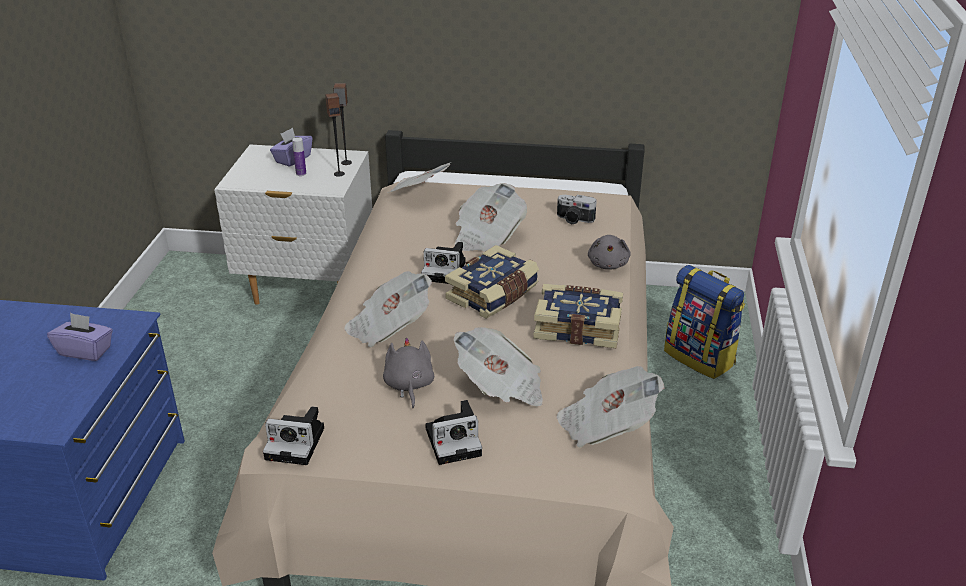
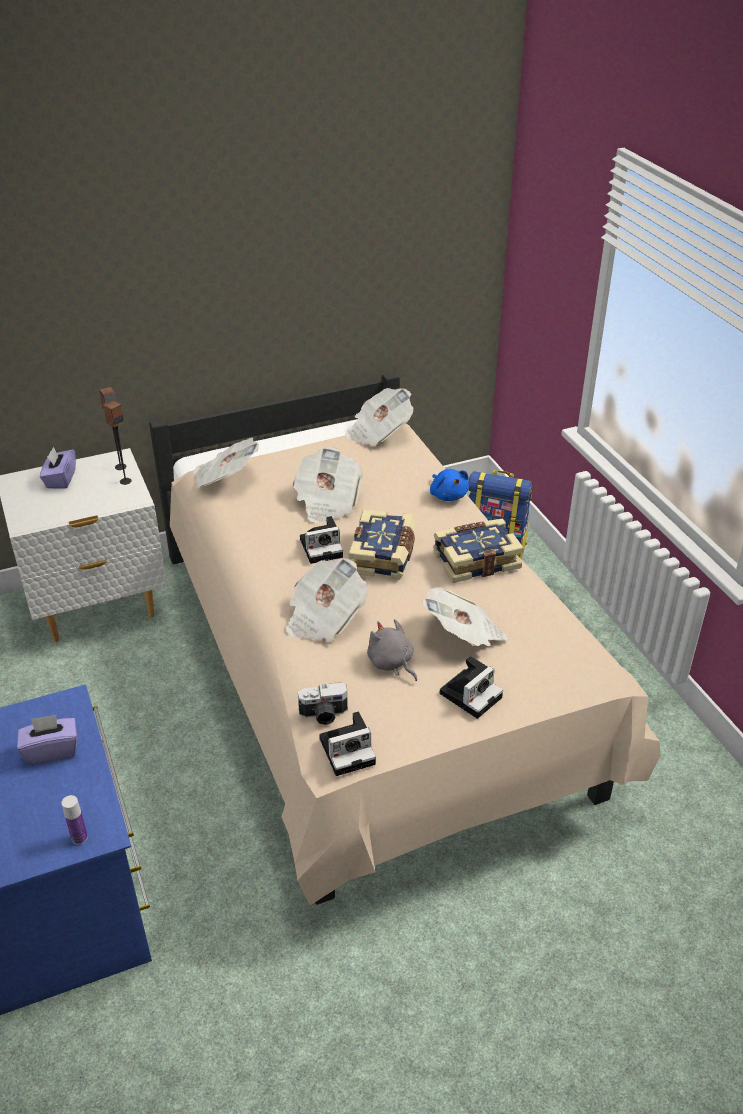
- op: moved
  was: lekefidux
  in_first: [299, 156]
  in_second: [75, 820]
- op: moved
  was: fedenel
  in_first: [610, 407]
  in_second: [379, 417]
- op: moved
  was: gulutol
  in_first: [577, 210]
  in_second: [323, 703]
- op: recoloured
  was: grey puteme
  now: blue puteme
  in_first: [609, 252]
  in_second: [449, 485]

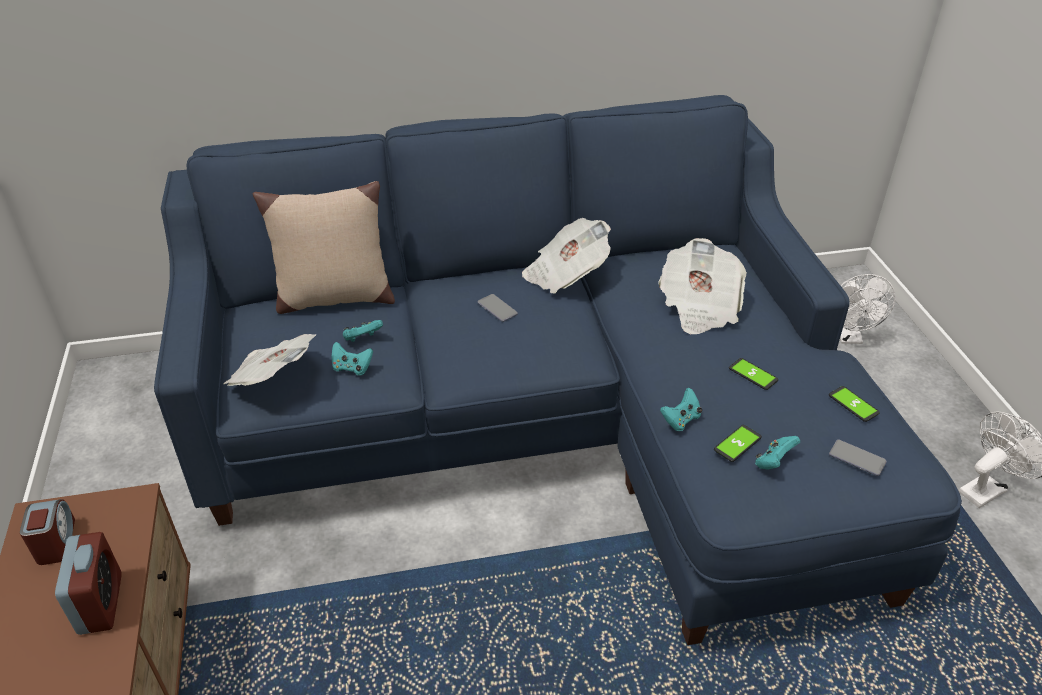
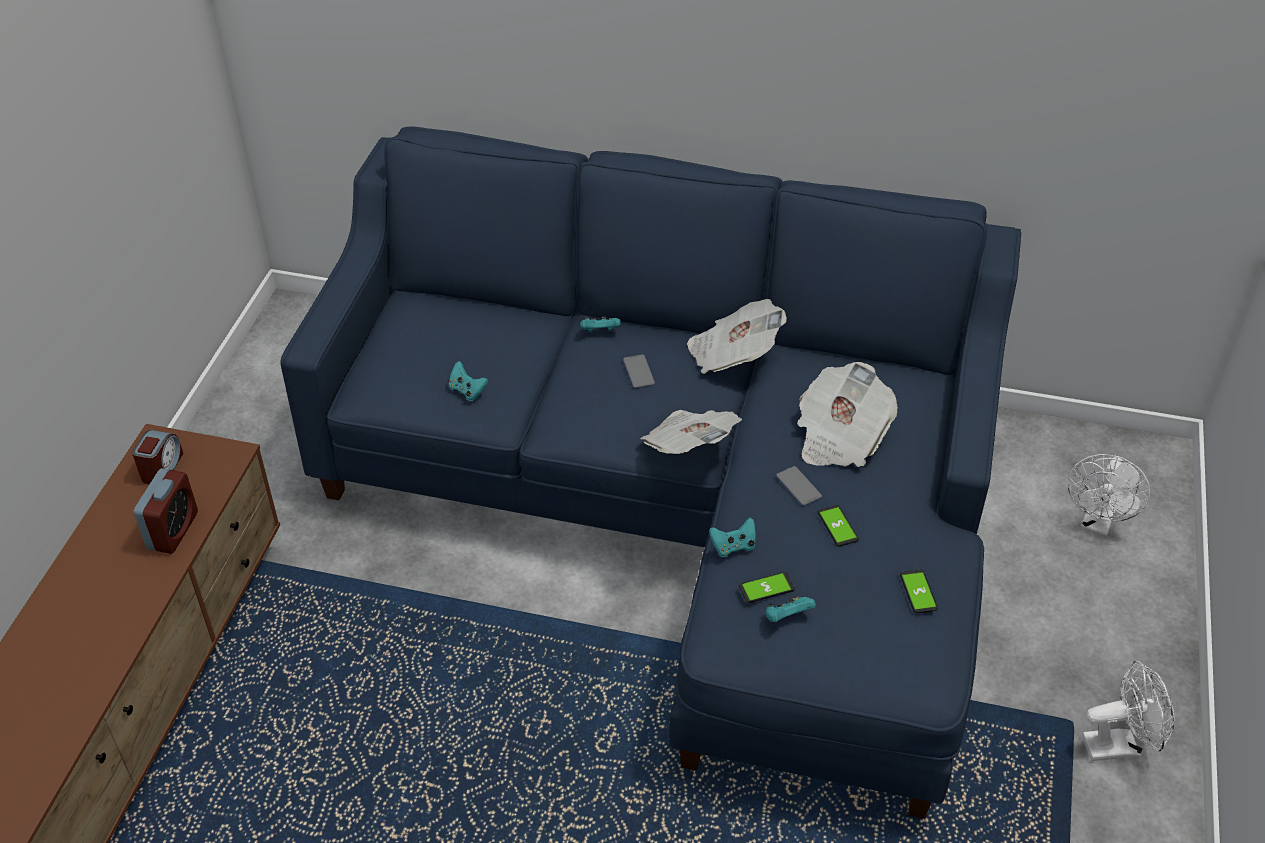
- op: removed
  was: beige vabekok
  in_first: [324, 247]
- op: moved
  was: fedenel
  in_first: [270, 360]
  in_second: [691, 432]
- op: moved
  was: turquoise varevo
  in_first: [363, 331]
  in_second: [600, 325]
- op: moved
  was: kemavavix
  in_first: [858, 457]
  in_second: [799, 486]

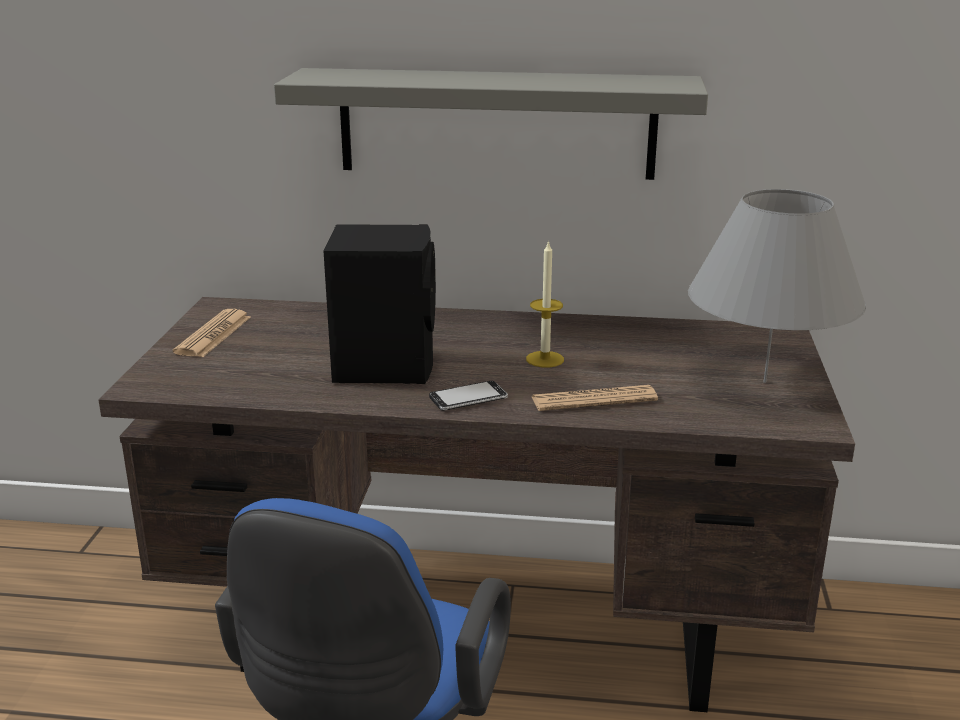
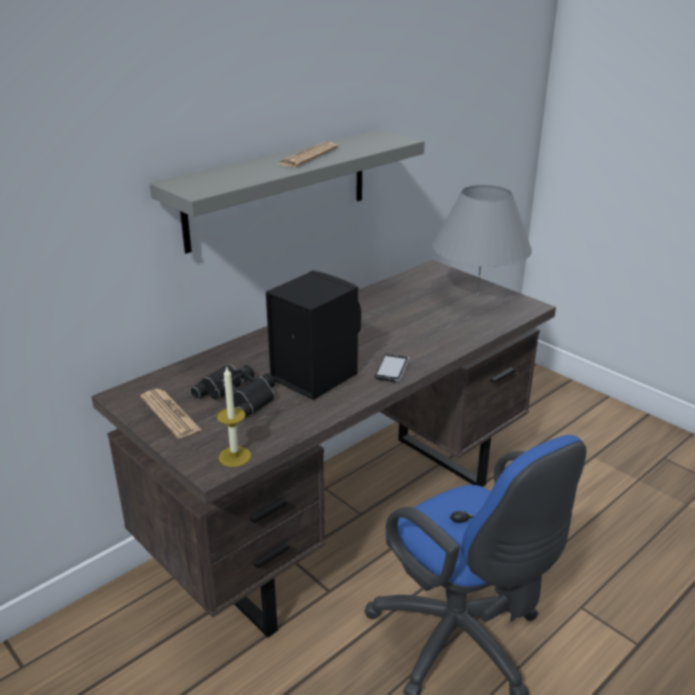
- op: added
  now: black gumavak
  in_second: [233, 391]
- op: moved
  was: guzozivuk
  in_first: [545, 304]
  in_second: [234, 417]
- op: moved
  was: fedenel
  in_first: [595, 398]
  in_second: [308, 154]

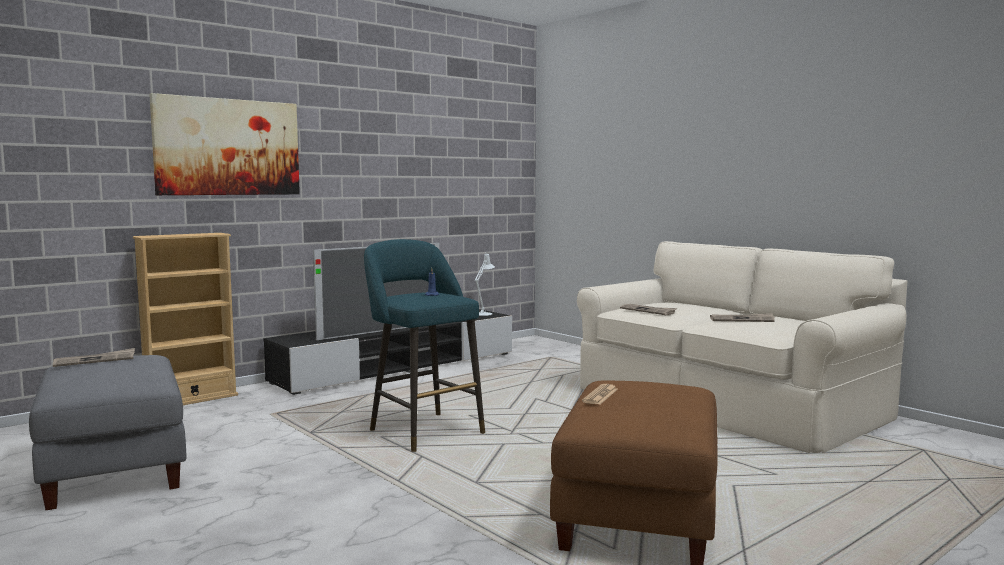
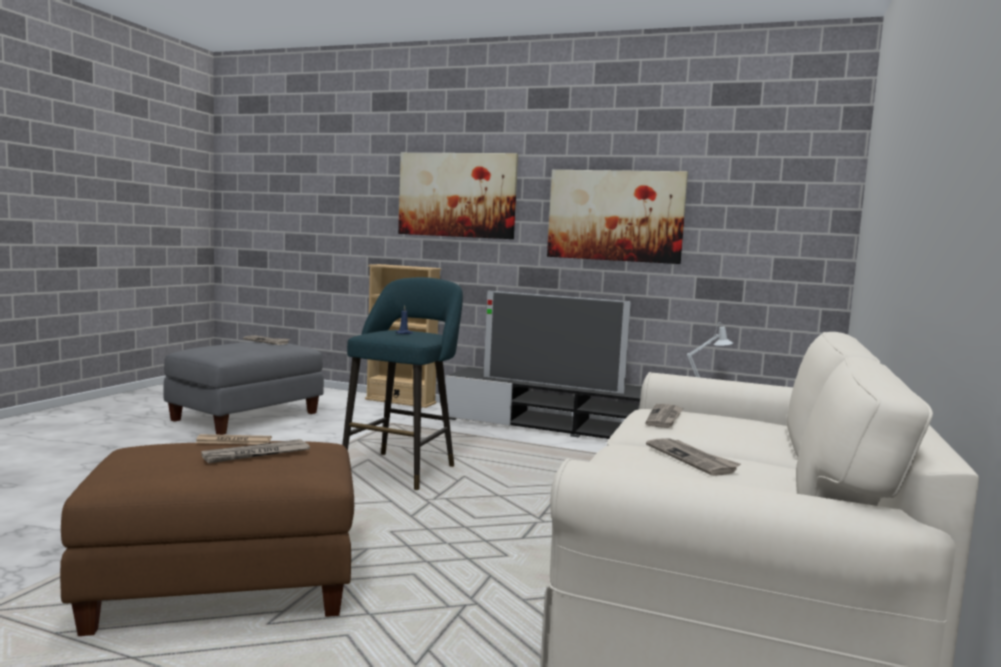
- op: added
  now: fedenel
  in_second: [255, 451]
- op: added
  now: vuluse
  in_second: [617, 217]

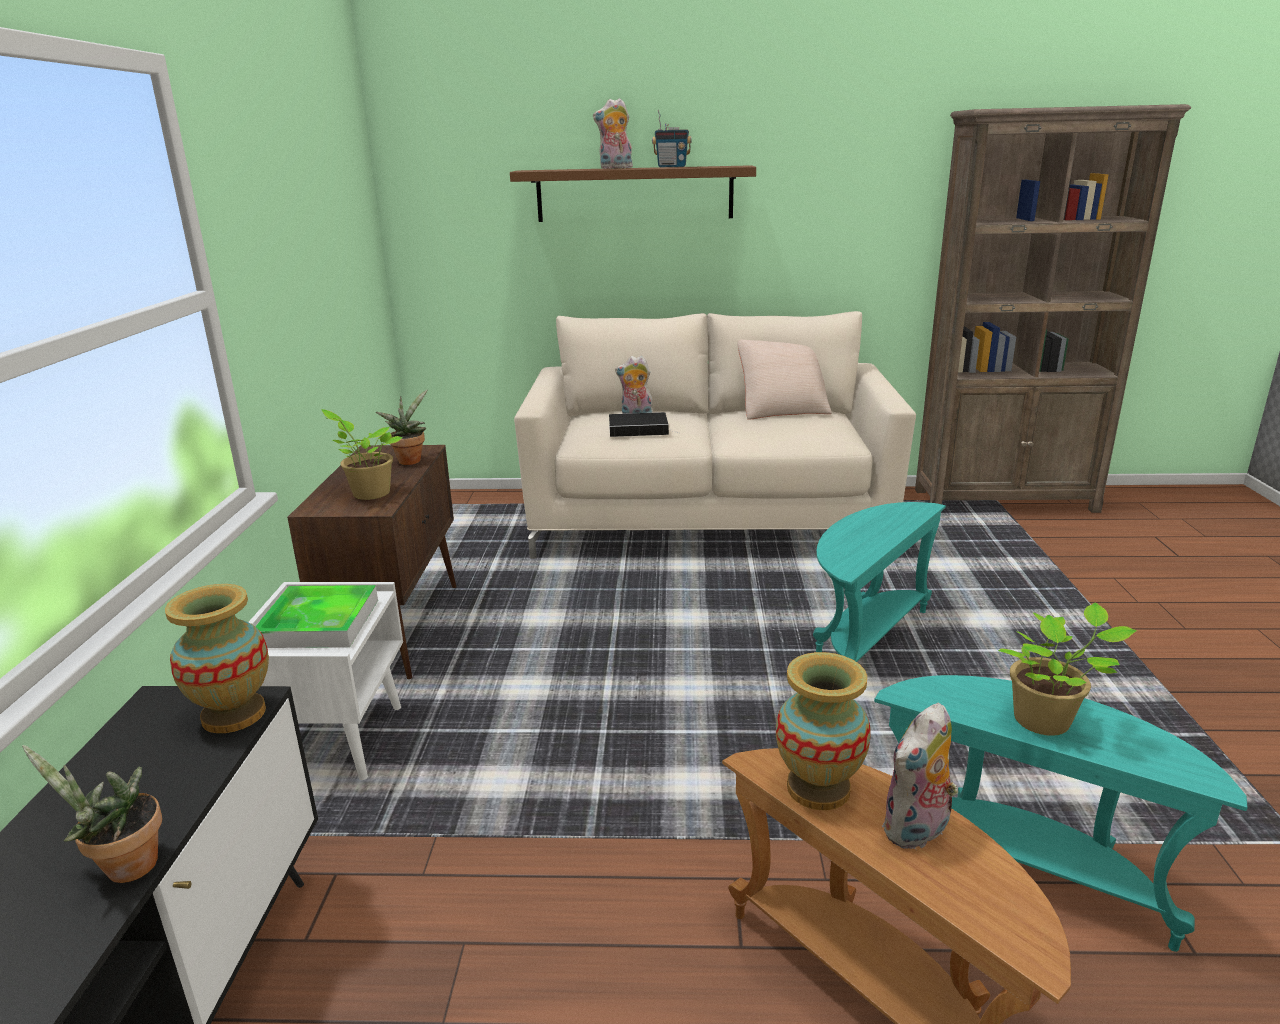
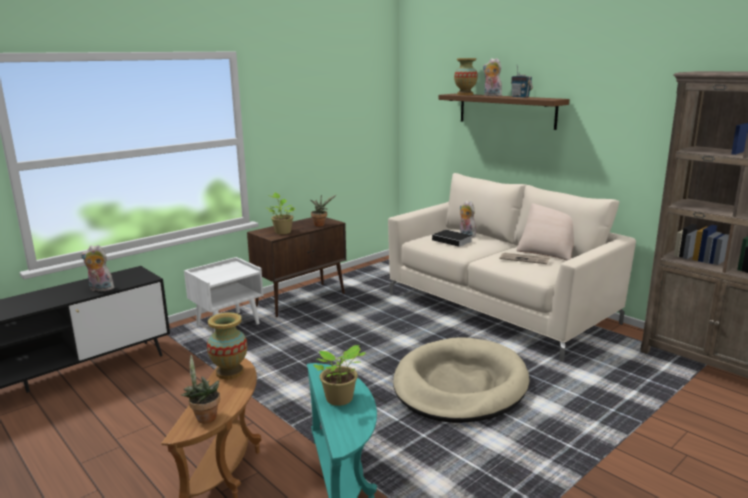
- op: removed
  was: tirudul
  in_first: [316, 616]
- op: added
  now: fedenel
  in_second: [525, 258]
- op: moved
  was: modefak
  in_first: [92, 814]
  in_second: [200, 389]
- op: moved
  was: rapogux
  in_first: [217, 658]
  in_second: [466, 76]
- op: moved
  was: puteme
  in_first: [920, 776]
  in_second: [97, 268]
- op: replaced
  was: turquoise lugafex
  now: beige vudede
  in_first: [879, 582]
  in_second: [461, 380]

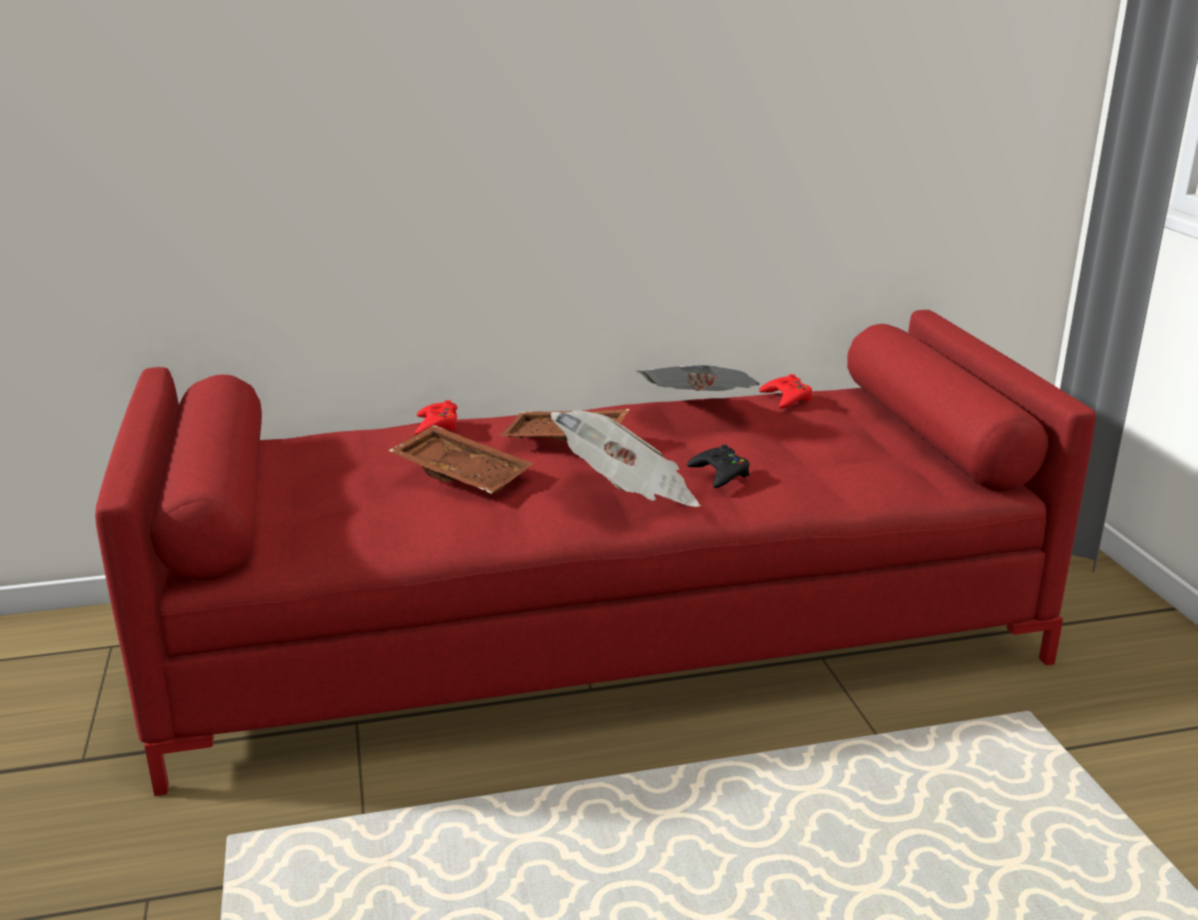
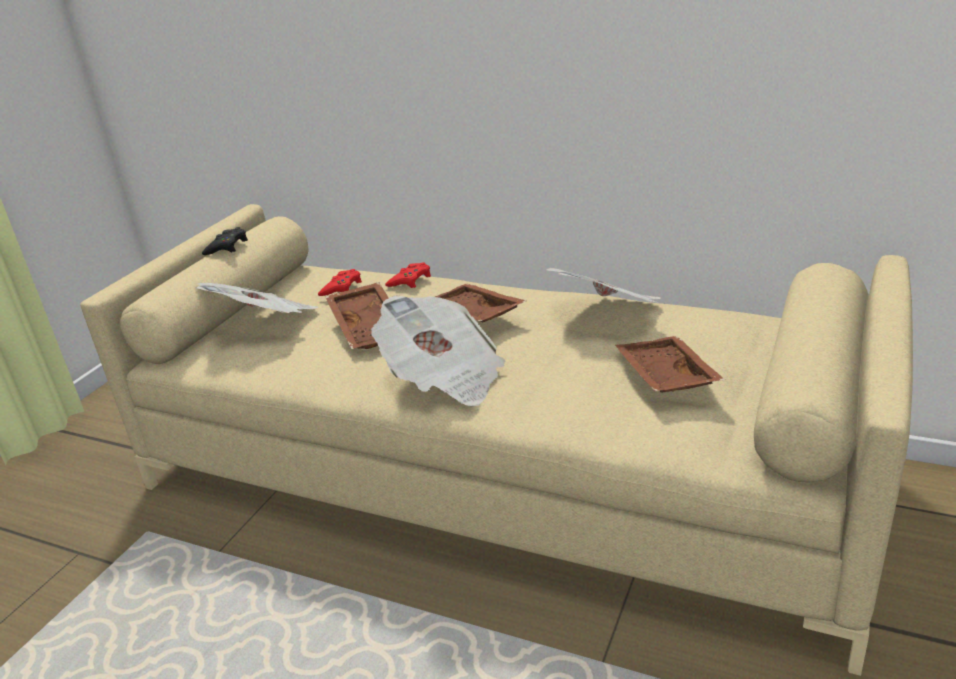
- op: added
  now: fedenel
  in_second: [256, 298]
- op: added
  now: brown tirudul
  in_second: [670, 364]
- op: moved
  was: black varevo
  in_first: [718, 466]
  in_second: [225, 241]
- op: moved
  was: red varevo
  in_first: [785, 391]
  in_second: [340, 282]
- op: recoloured
  was: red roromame
  now: beige roromame
  in_first: [595, 553]
  in_second: [496, 440]

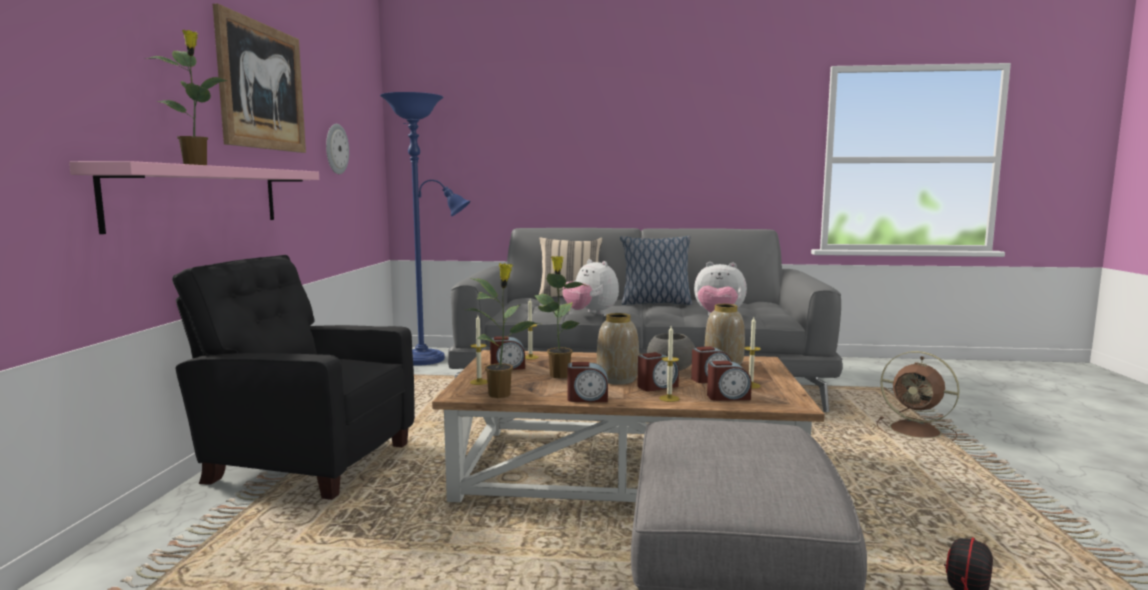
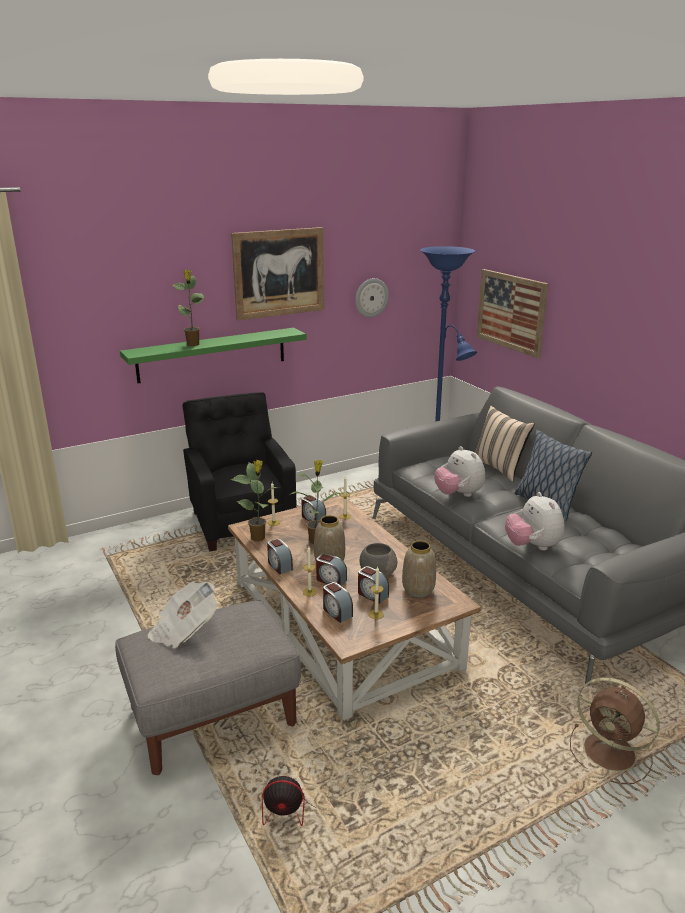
- op: added
  now: fedenel
  in_second: [182, 615]
- op: added
  now: vuluse
  in_second: [512, 313]
- op: recoloured
  was: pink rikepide
  now: green rikepide
  in_first: [194, 197]
  in_second: [213, 355]
- op: turned
  was: puteme
  in_first: [590, 287]
  in_second: [459, 471]
  clockwise: -45
- op: turned
  was: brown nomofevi
  in_first: [918, 396]
  in_second: [615, 730]
  clockwise: -60

